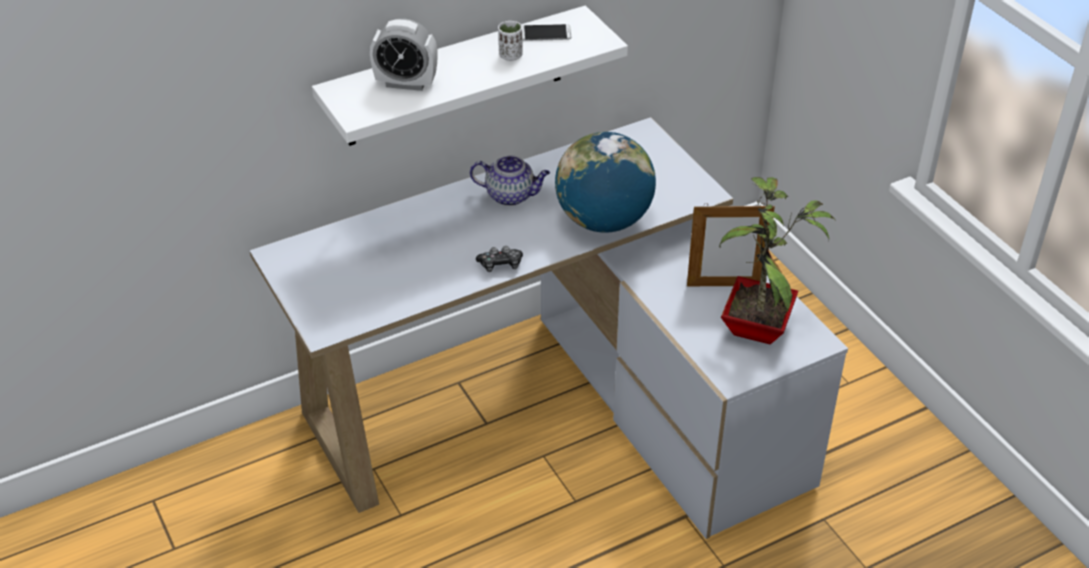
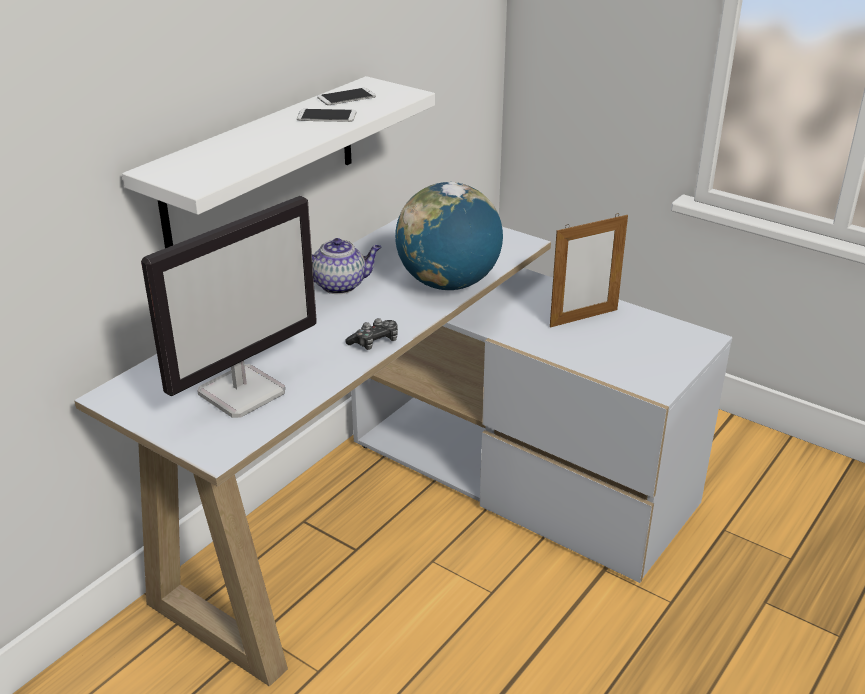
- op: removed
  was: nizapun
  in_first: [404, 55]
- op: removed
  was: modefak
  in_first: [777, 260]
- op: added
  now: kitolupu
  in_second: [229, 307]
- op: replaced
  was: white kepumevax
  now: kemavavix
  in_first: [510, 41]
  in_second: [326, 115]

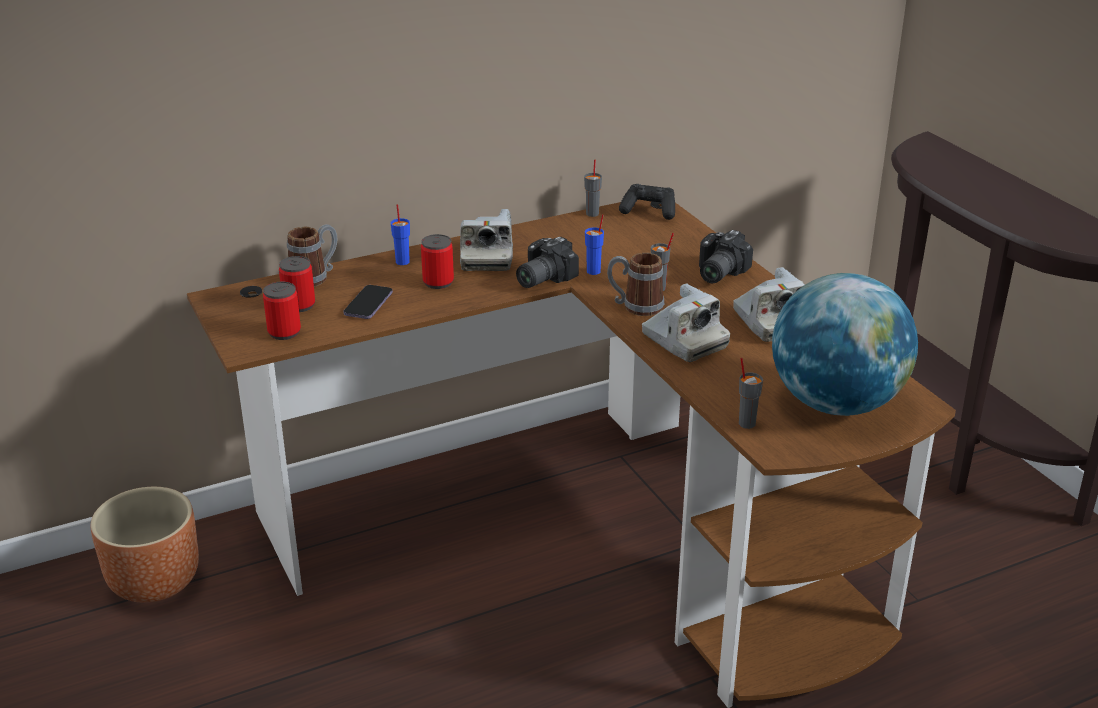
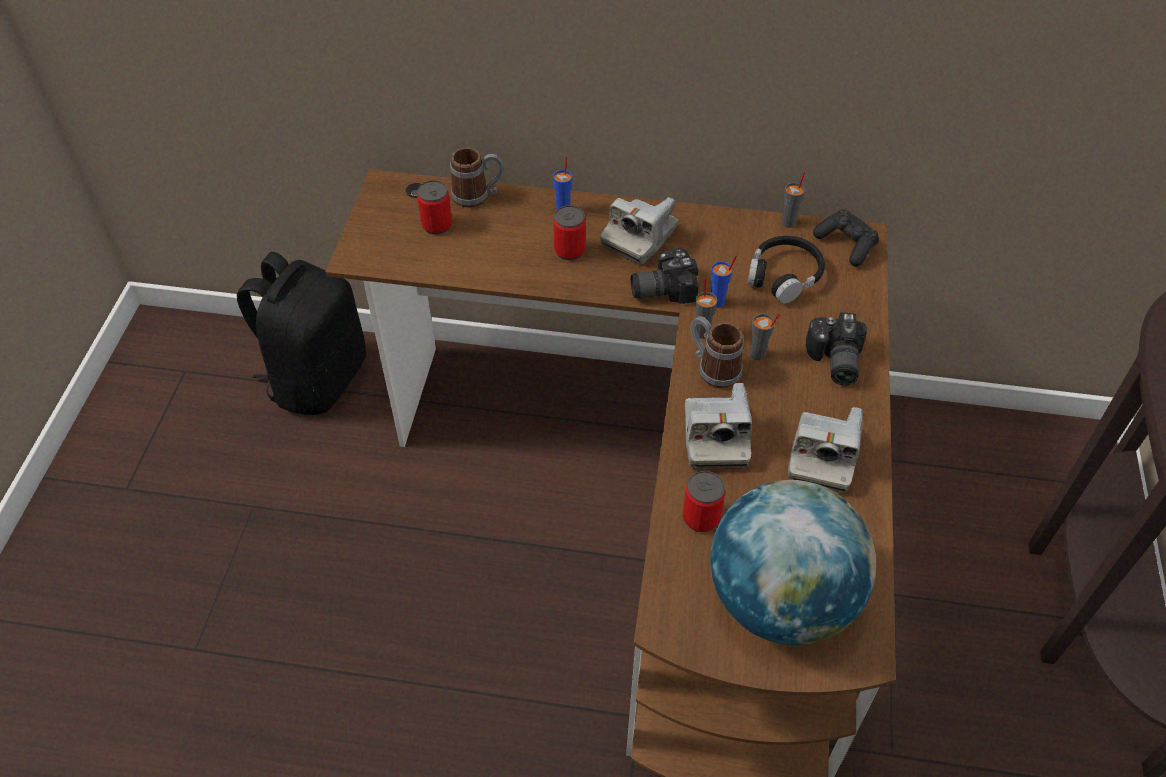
- op: removed
  was: kemavavix
  in_first: [368, 302]
- op: added
  now: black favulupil
  in_second: [786, 269]
- op: moved
  was: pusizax
  in_first: [282, 311]
  in_second: [704, 501]
- op: moved
  was: grey kepumevax
  in_first: [751, 393]
  in_second: [706, 308]
- op: replaced
  was: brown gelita
  now: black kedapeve
  in_first: [145, 545]
  in_second: [301, 333]
- op: turned
  was: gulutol
  in_first: [726, 256]
  in_second: [836, 348]
  clockwise: -60

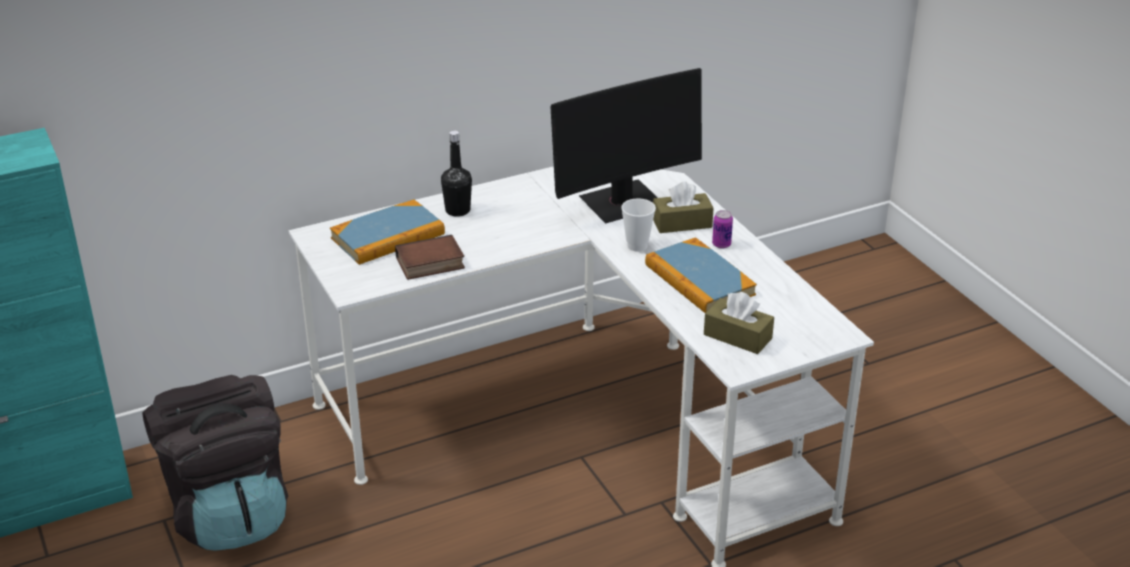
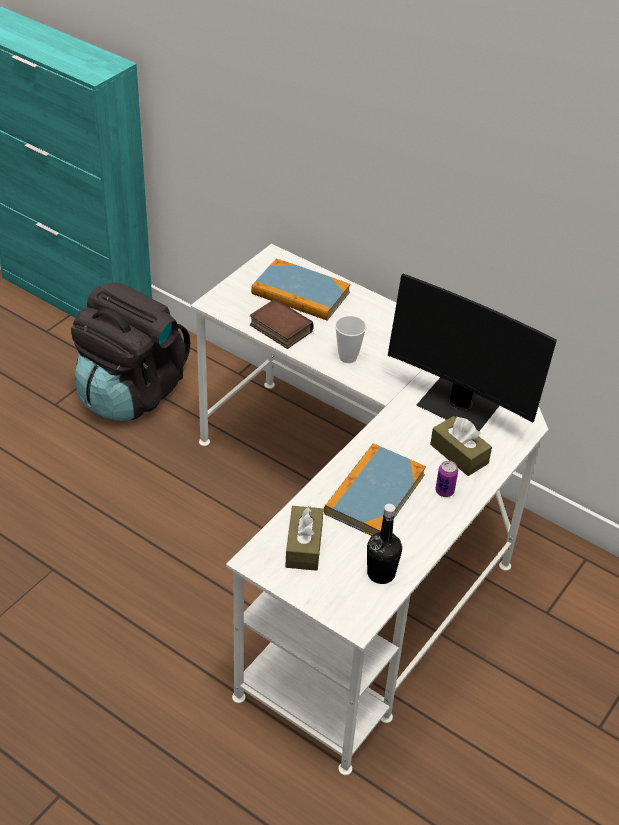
- op: moved
  was: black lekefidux
  in_first: [456, 174]
  in_second: [384, 544]
- op: moved
  was: kepumevax
  in_first: [638, 225]
  in_second: [351, 339]

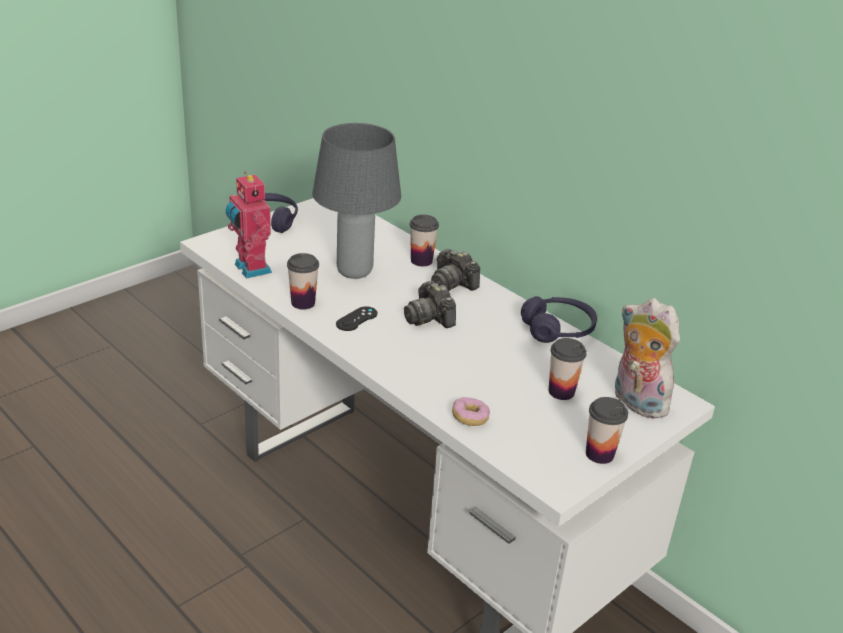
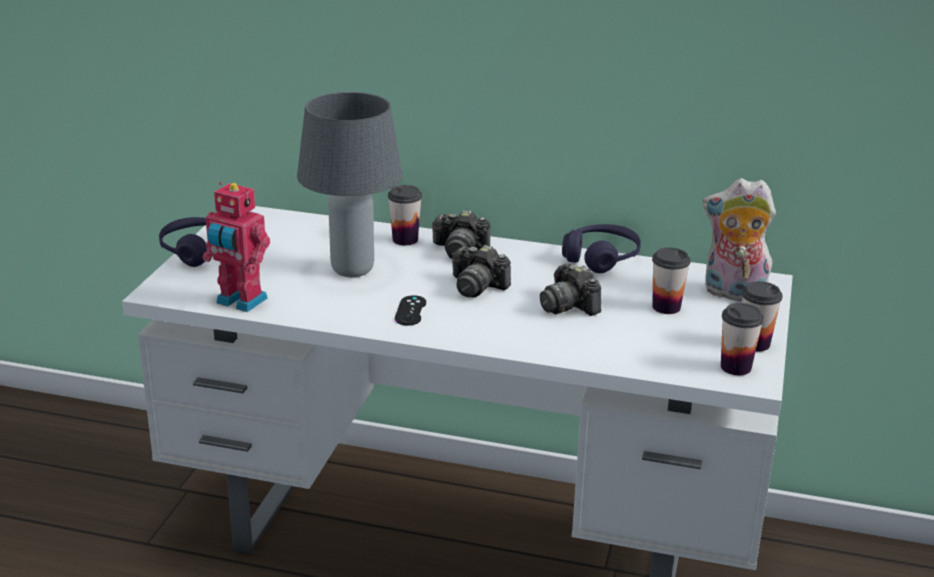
- op: removed
  was: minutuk
  in_first: [471, 411]
- op: added
  now: gulutol
  in_second: [570, 289]
- op: moved
  was: kepumevax
  in_first: [303, 281]
  in_second: [742, 339]

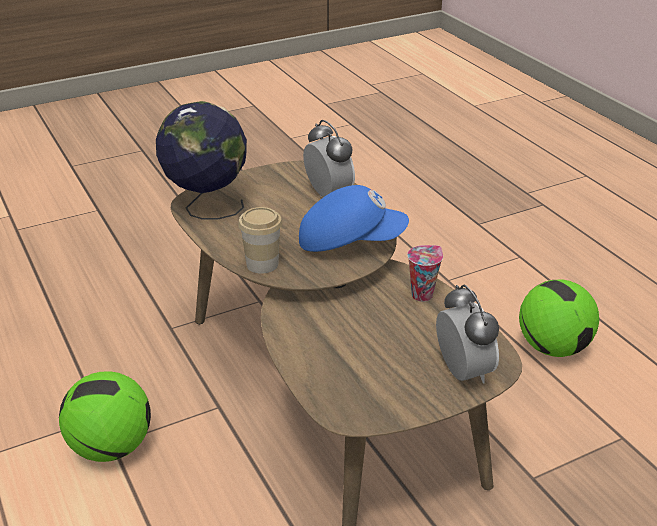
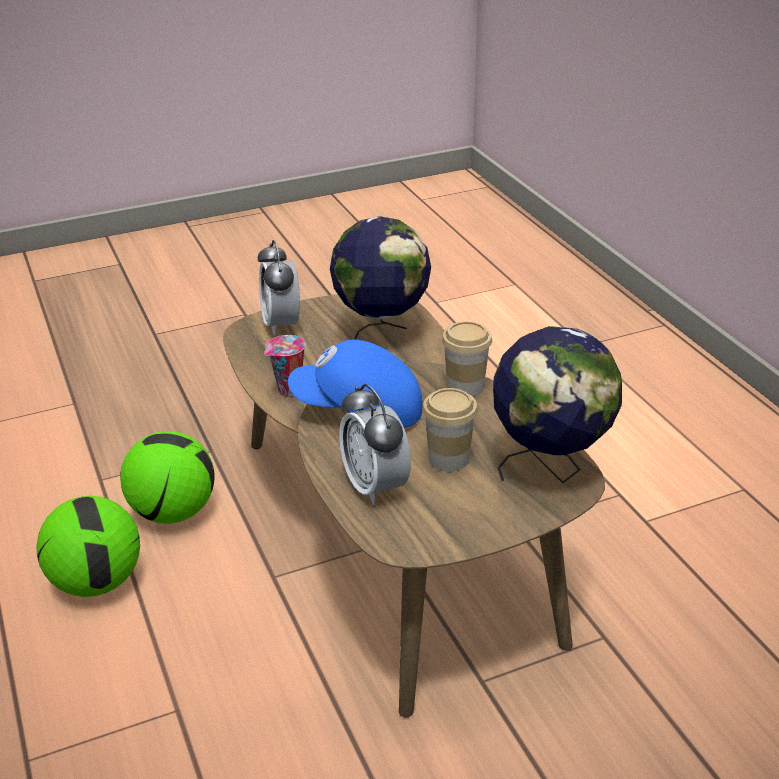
- op: added
  now: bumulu
  in_second: [380, 278]
- op: added
  now: kepumevax
  in_second: [450, 430]
- op: moved
  was: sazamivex
  in_first: [105, 416]
  in_second: [167, 477]

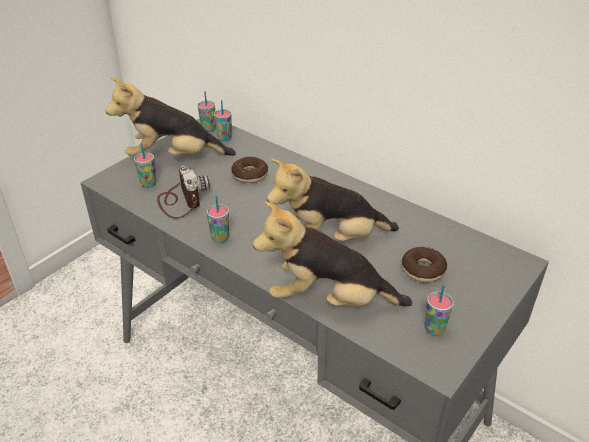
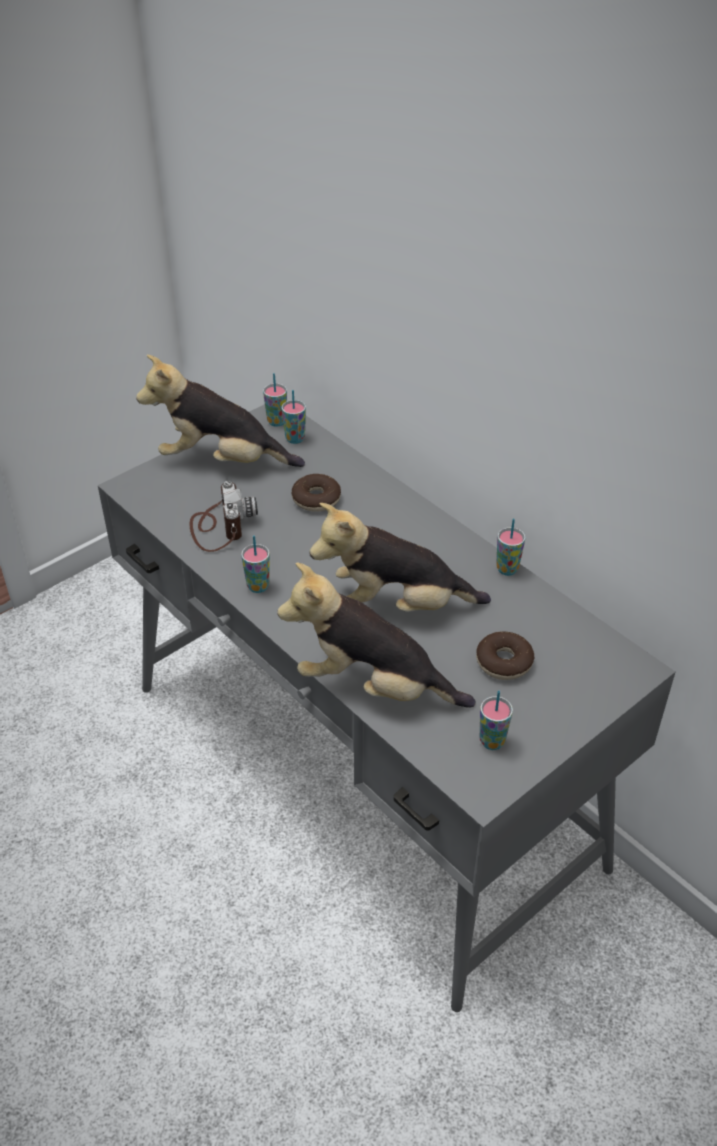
- op: moved
  was: kepumevax
  in_first: [145, 165]
  in_second: [511, 547]

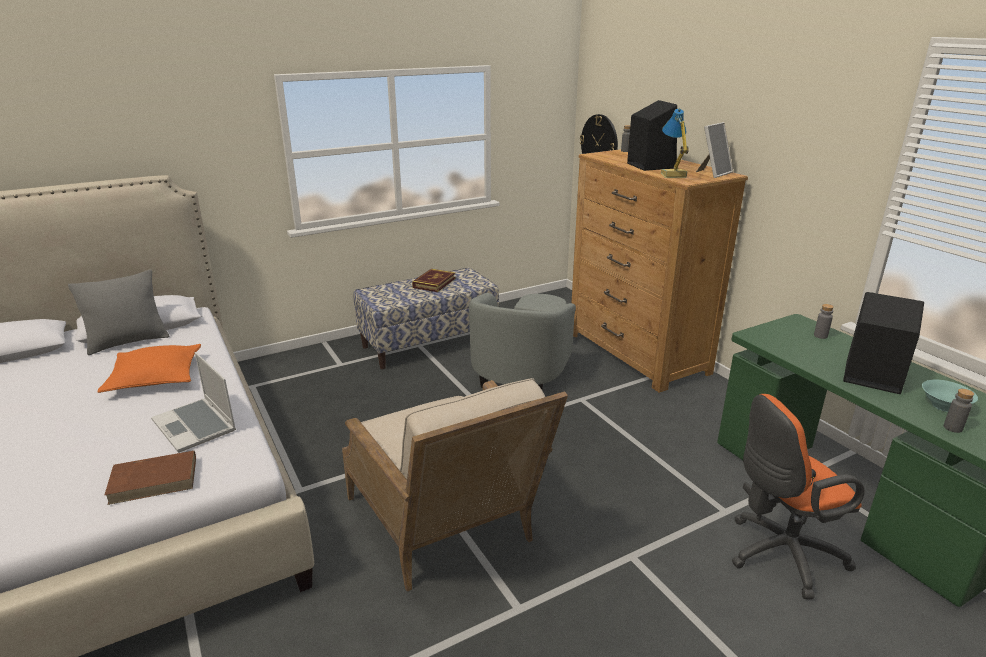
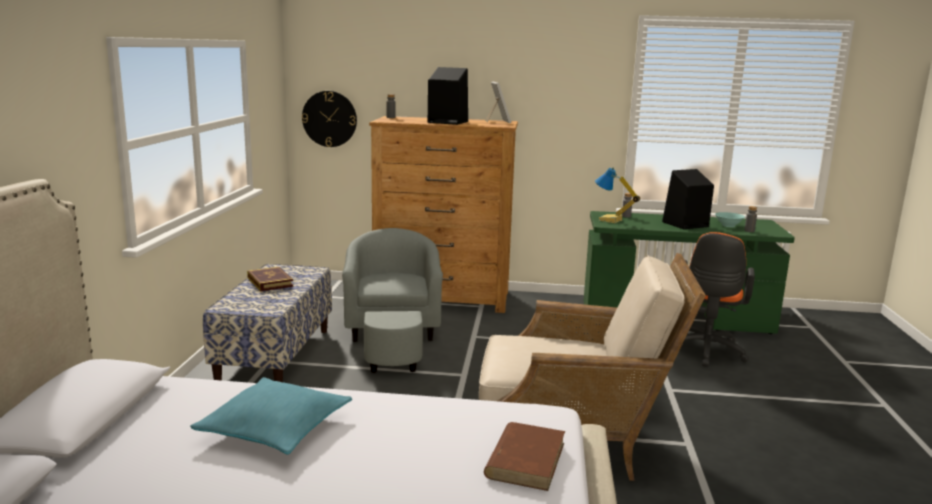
- op: removed
  was: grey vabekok
  in_first: [118, 312]
- op: removed
  was: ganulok
  in_first: [193, 402]
- op: moved
  was: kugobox
  in_first: [675, 143]
  in_second: [617, 195]
- op: recoloured
  was: orange vabekok
  now: turquoise vabekok
  in_first: [149, 368]
  in_second: [271, 416]
- op: turned
  was: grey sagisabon
  in_first: [522, 341]
  in_second: [392, 300]
  clockwise: -150

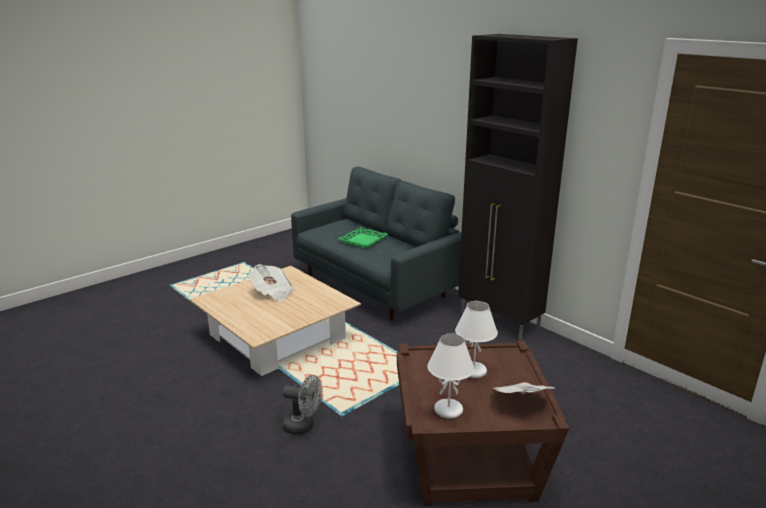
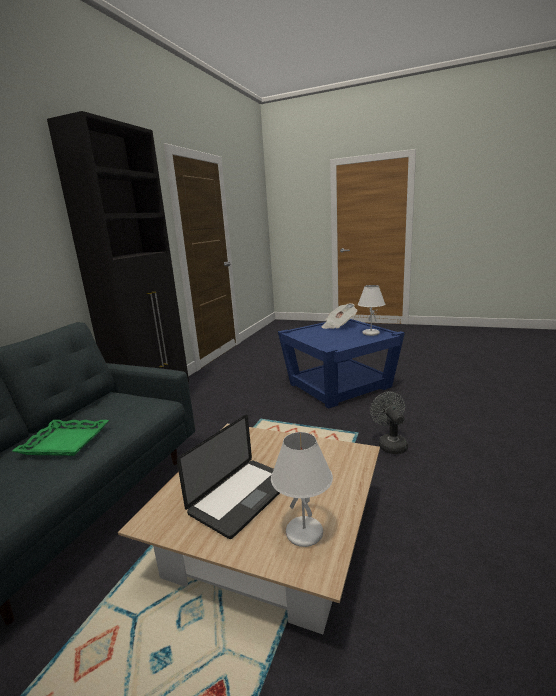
- op: moved
  was: white kugobox
  in_first: [476, 339]
  in_second: [302, 489]
- op: replaced
  was: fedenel
  now: ganulok
  in_first: [272, 282]
  in_second: [228, 477]
- op: recoloured
  was: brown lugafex
  now: blue lugafex
  in_first: [483, 423]
  in_second: [341, 364]

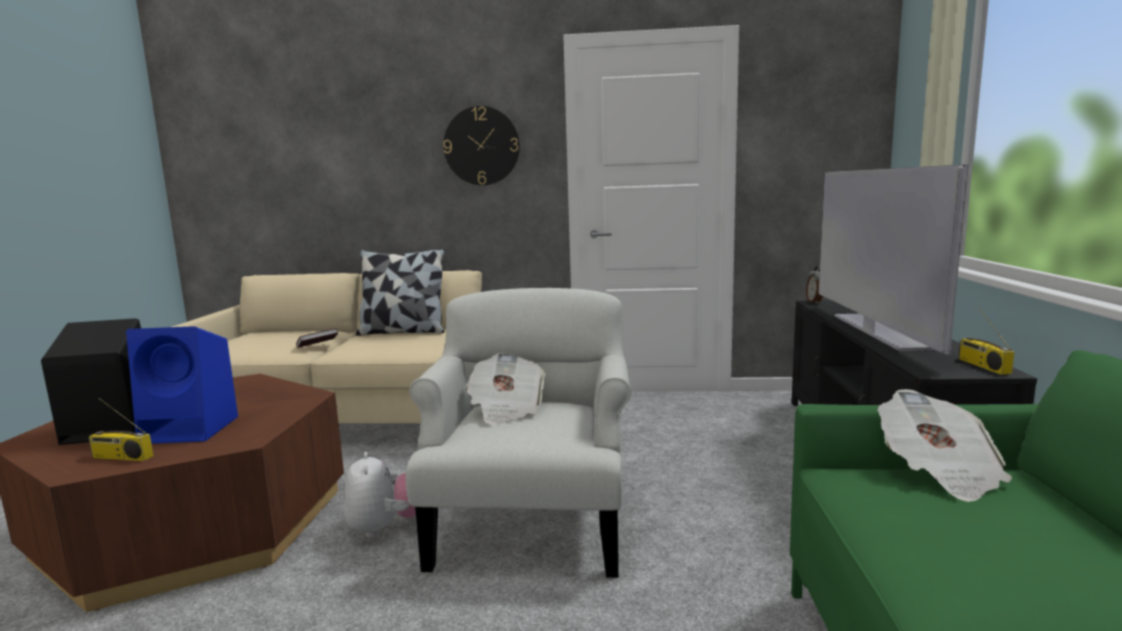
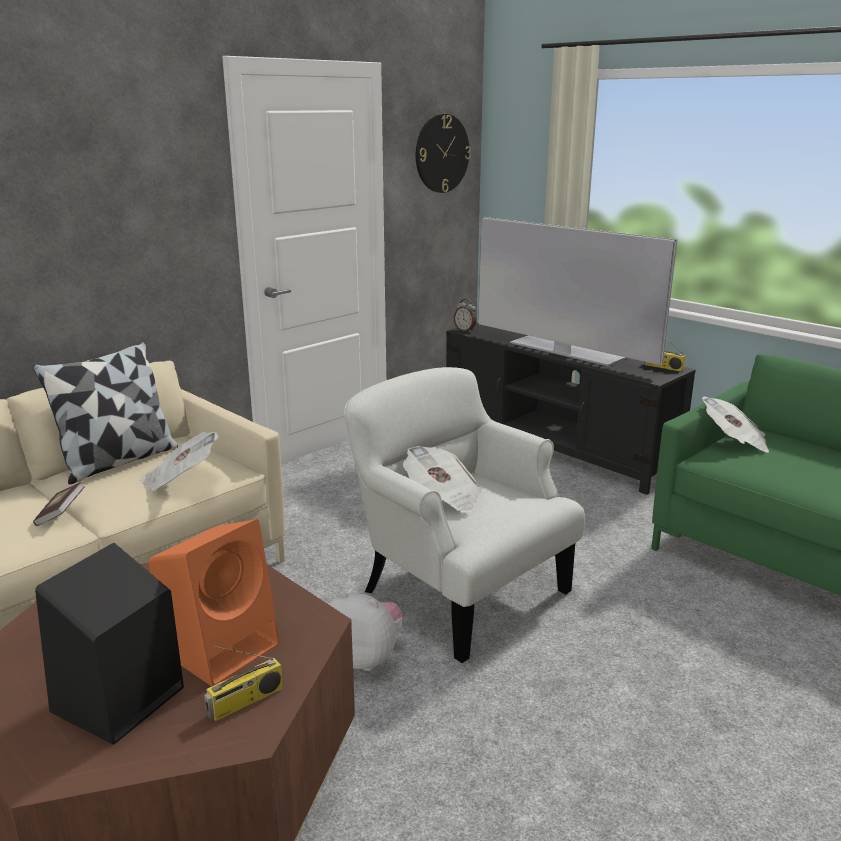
- op: added
  now: fedenel
  in_second: [179, 461]
- op: moved
  was: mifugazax
  in_first: [481, 145]
  in_second: [443, 153]
- op: recoloured
  was: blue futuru
  now: orange futuru
  in_first: [182, 385]
  in_second: [214, 602]

